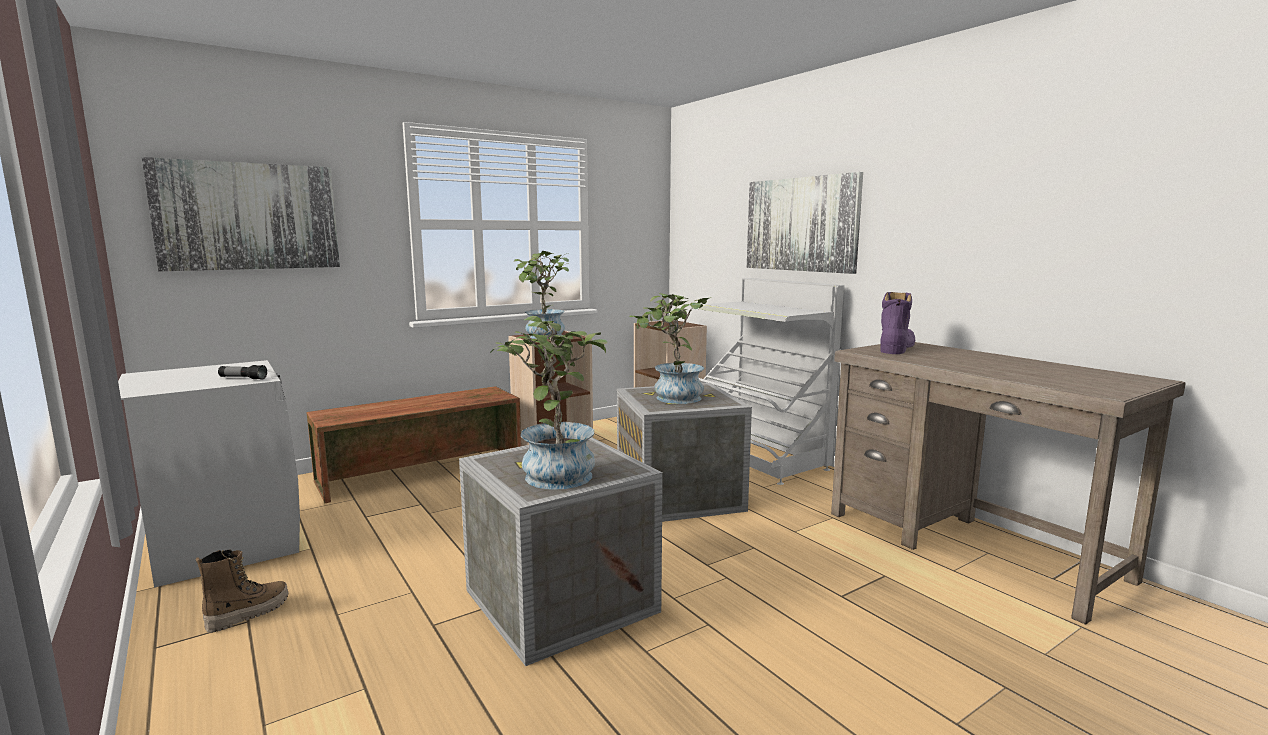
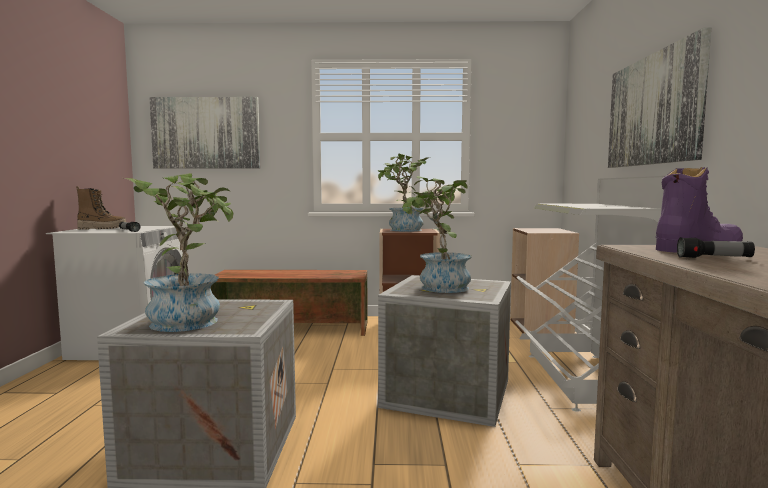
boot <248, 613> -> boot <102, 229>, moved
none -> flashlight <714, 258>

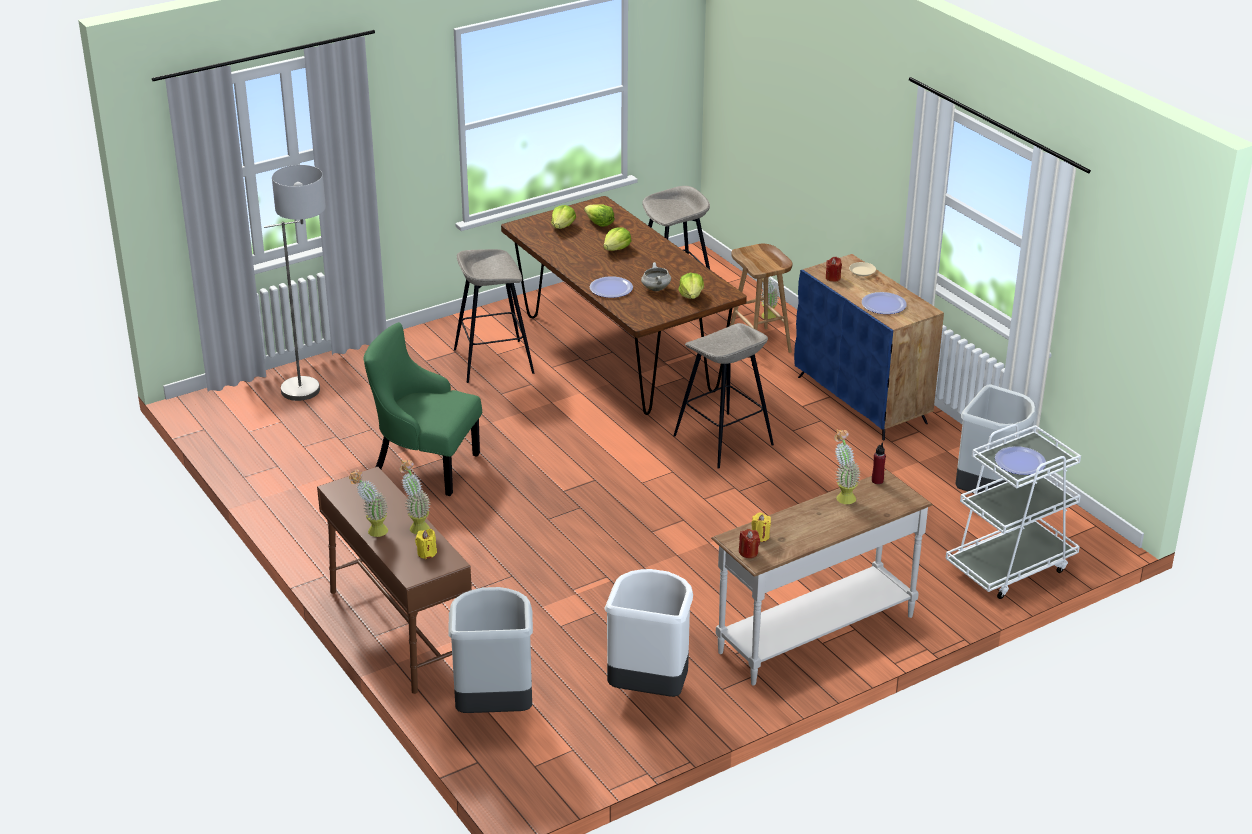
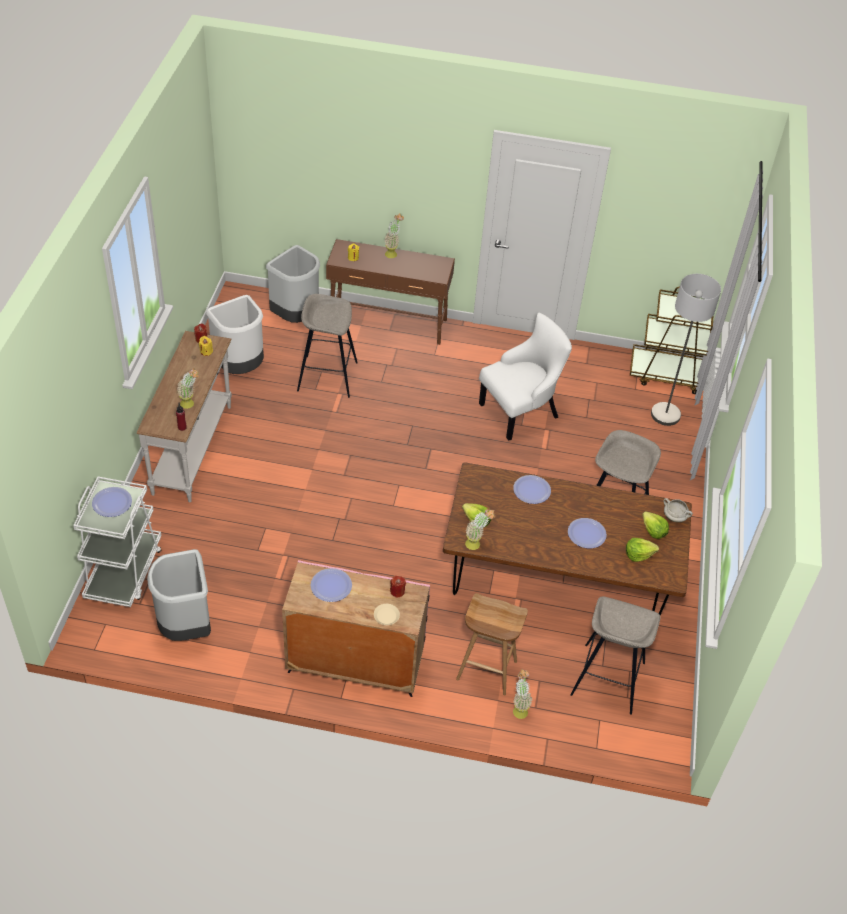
blue-coloured cabinet <862, 400> -> pinkish cabinet <354, 663>
grey sitting stool <723, 440> -> grey sitting stool <327, 376>, moved
houseplant <416, 526> -> houseplant <476, 544>, moved
green chair <427, 468> -> white-coloured chair <518, 413>
head of lettuce <616, 249> -> dinner plate <586, 534>
none -> brown-coloured cart <668, 374>
white-coloured stockpot <655, 288> -> white-coloured stockpot <675, 517>, moved

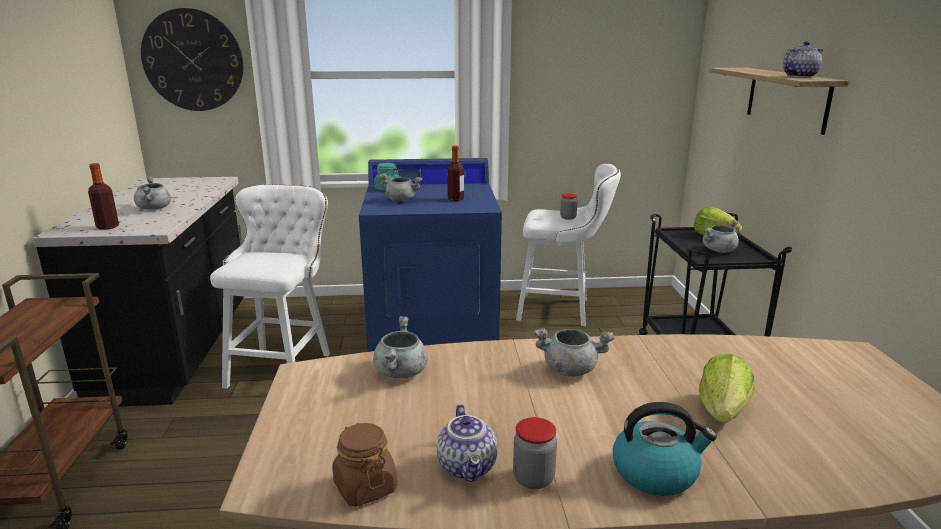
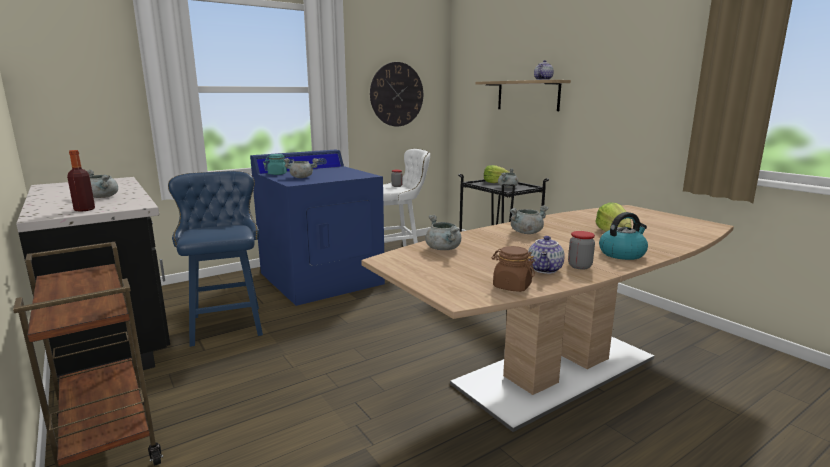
white-coloured sitting stool <284, 363> -> blue-coloured sitting stool <227, 320>
wall clock <193, 60> -> wall clock <396, 94>, moved
tea pot <468, 467> -> tea pot <545, 270>, 60 degrees clockwise
bottle <455, 199> -> none

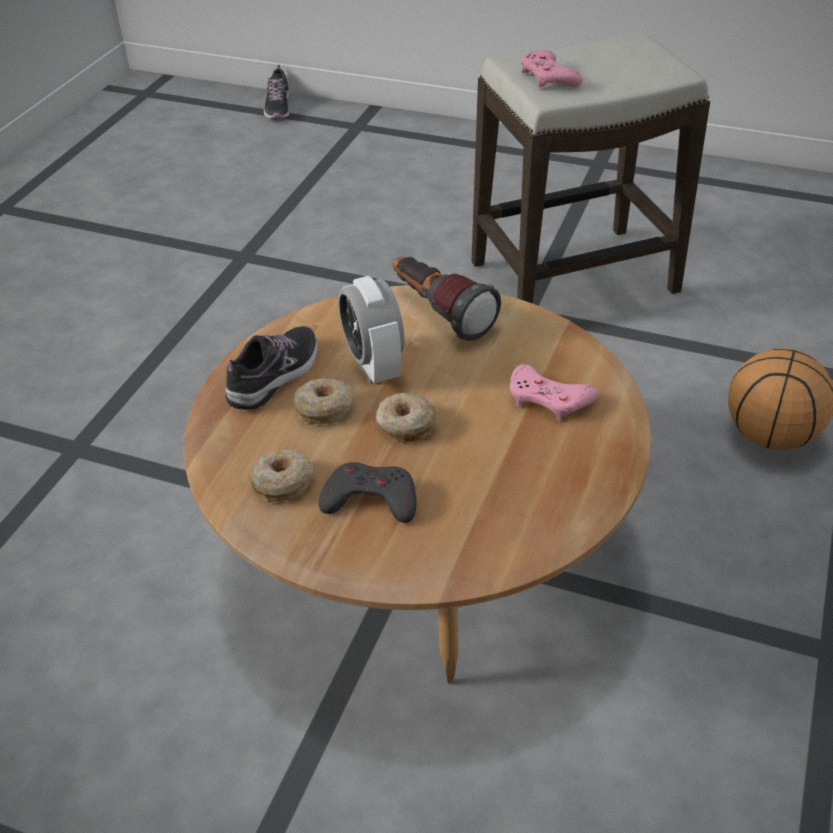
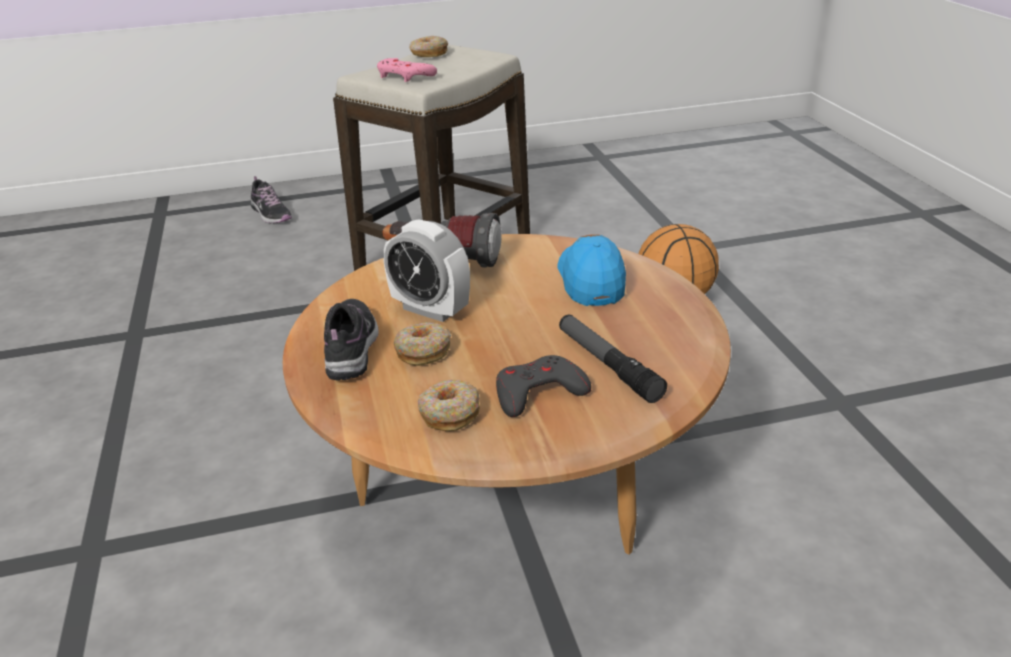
shoe <278, 107> -> shoe <271, 214>, moved
ring doughnut <405, 425> -> ring doughnut <428, 54>, moved
pinkish game controller <548, 398> -> blue-coloured baseball cap <591, 280>
none -> flashlight <608, 365>

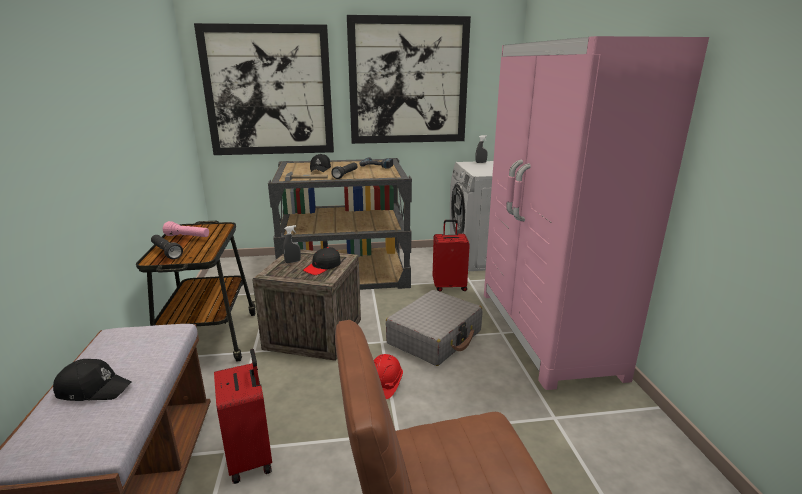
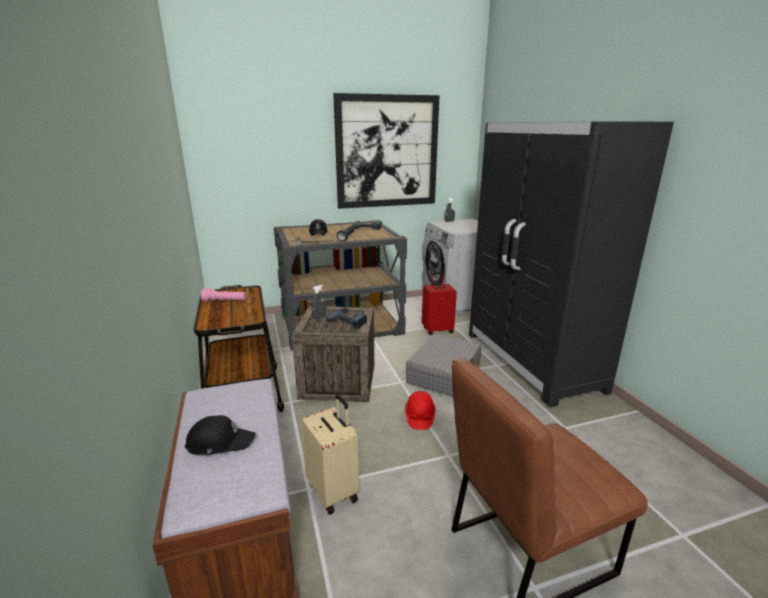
red-coloured travel case <251, 458> -> sand-coloured travel case <334, 491>
black-coloured baseball cap <322, 267> -> electric drill <349, 320>
pinkish cabinet <544, 332> -> black-coloured cabinet <530, 361>
black-coloured flashlight <166, 252> -> none
wall picture <269, 91> -> none

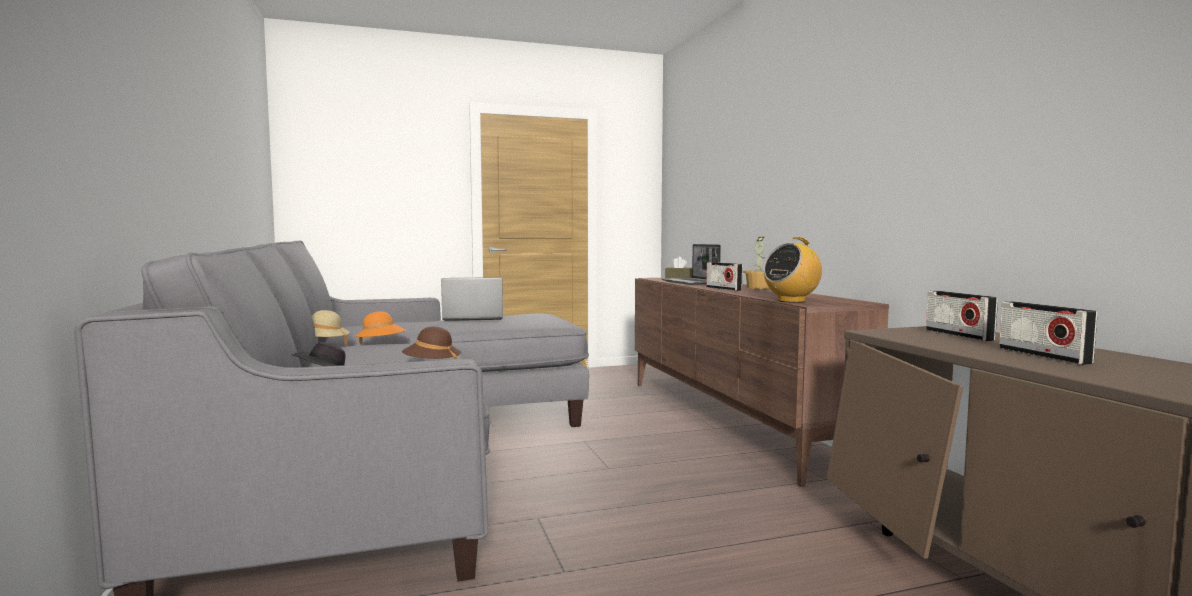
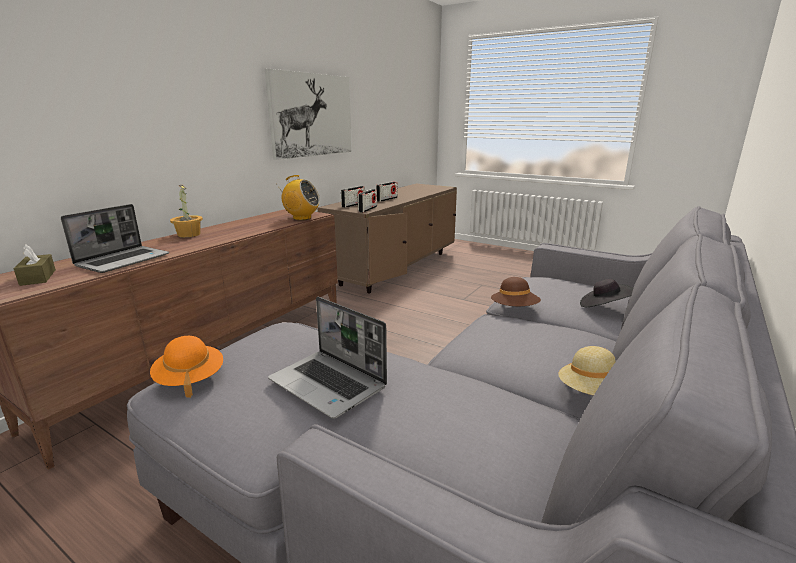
orange clothing hat <381, 345> -> orange clothing hat <190, 379>, moved
none -> wall picture <312, 115>
radio <723, 289> -> radio <368, 209>, moved

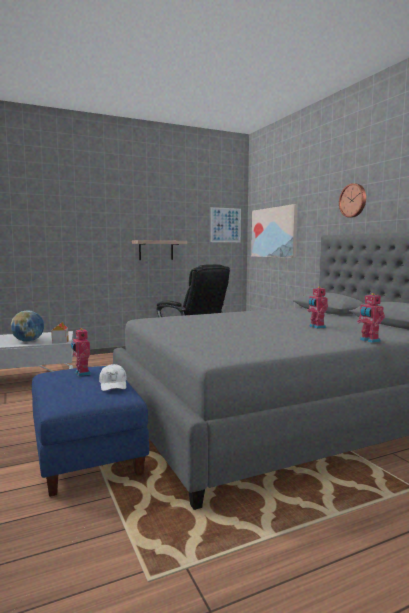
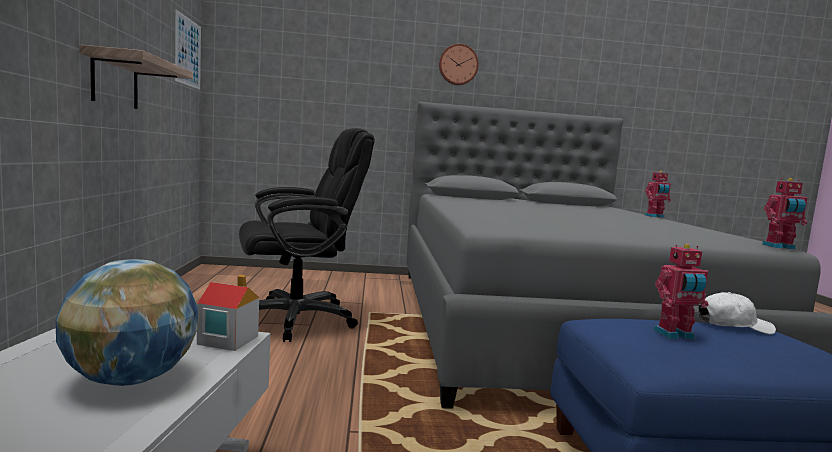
robot figure <316, 327> -> robot figure <779, 247>, moved
wall picture <274, 232> -> none

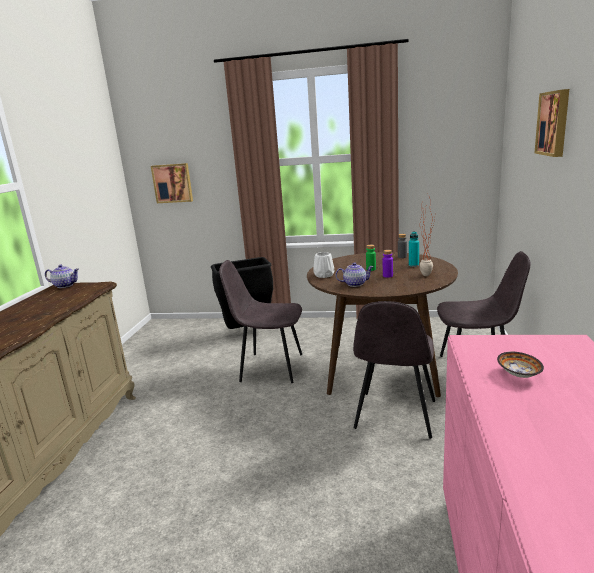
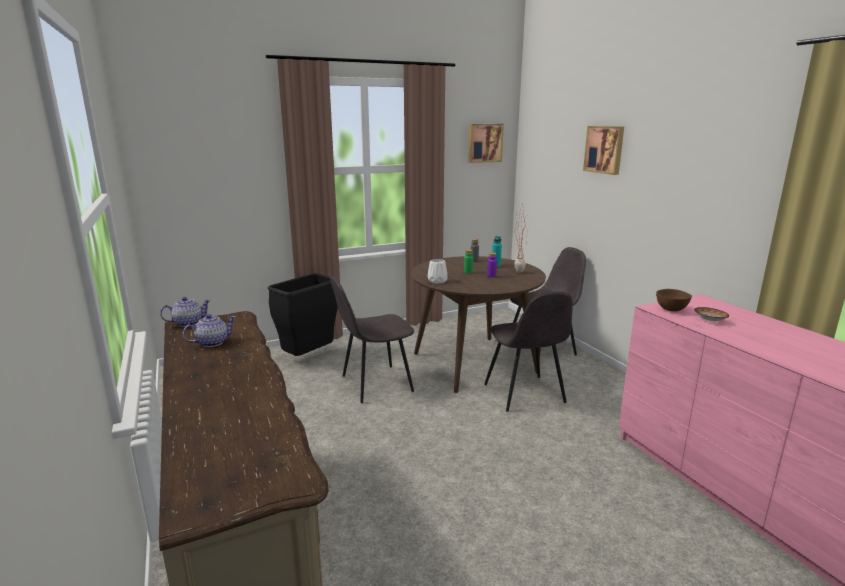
tea pot <354, 284> -> tea pot <212, 342>, moved
wall picture <172, 183> -> wall picture <484, 143>, moved
none -> brown-coloured serving bowl <671, 310>

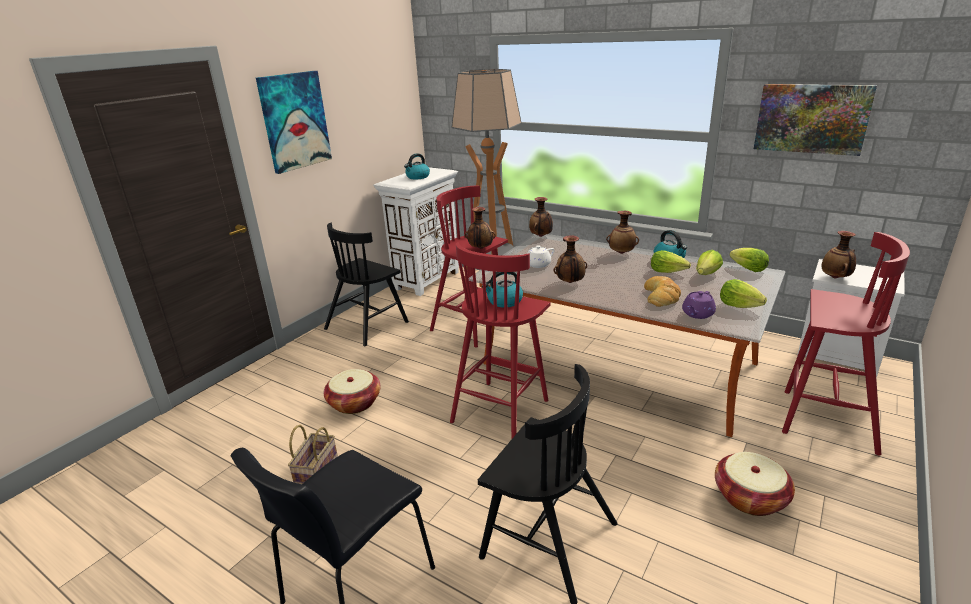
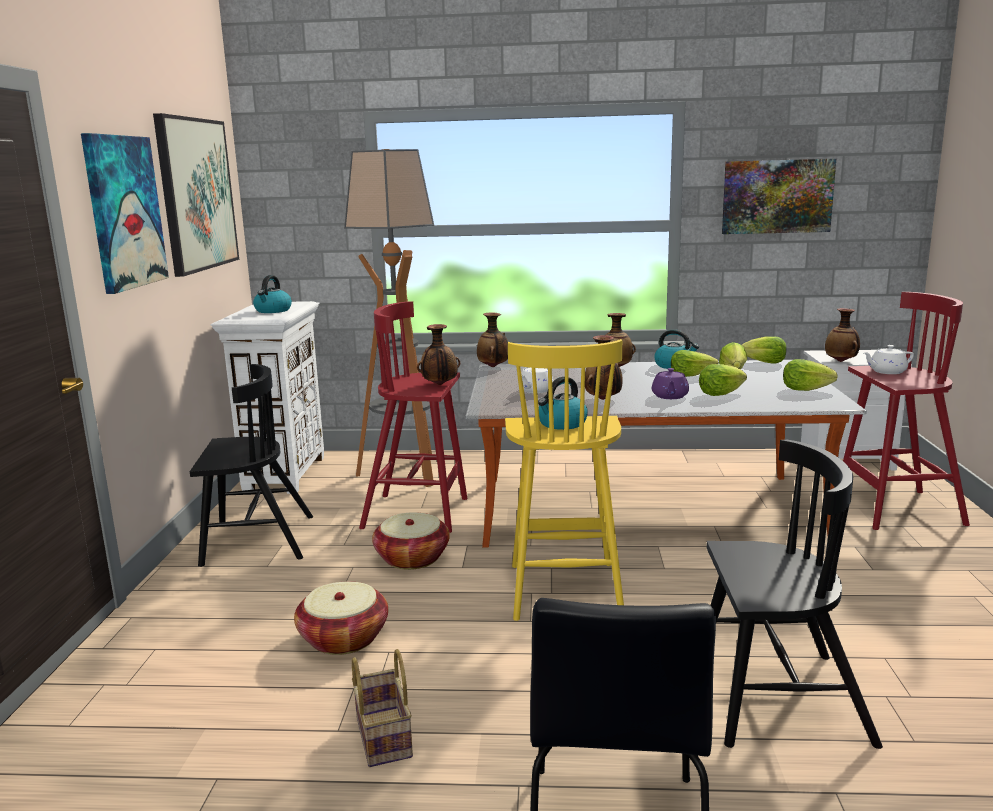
none -> wall picture <196, 194>
black-coloured chair <369, 323> -> black-coloured chair <251, 540>, 105 degrees counterclockwise
basket <750, 498> -> basket <412, 558>, moved
red-coloured sitting stool <501, 408> -> yellow sitting stool <564, 587>
purplish tea pot <697, 314> -> purplish tea pot <669, 396>, moved
baked bread <662, 295> -> head of lettuce <720, 394>
none -> white-coloured tea pot <886, 372>

